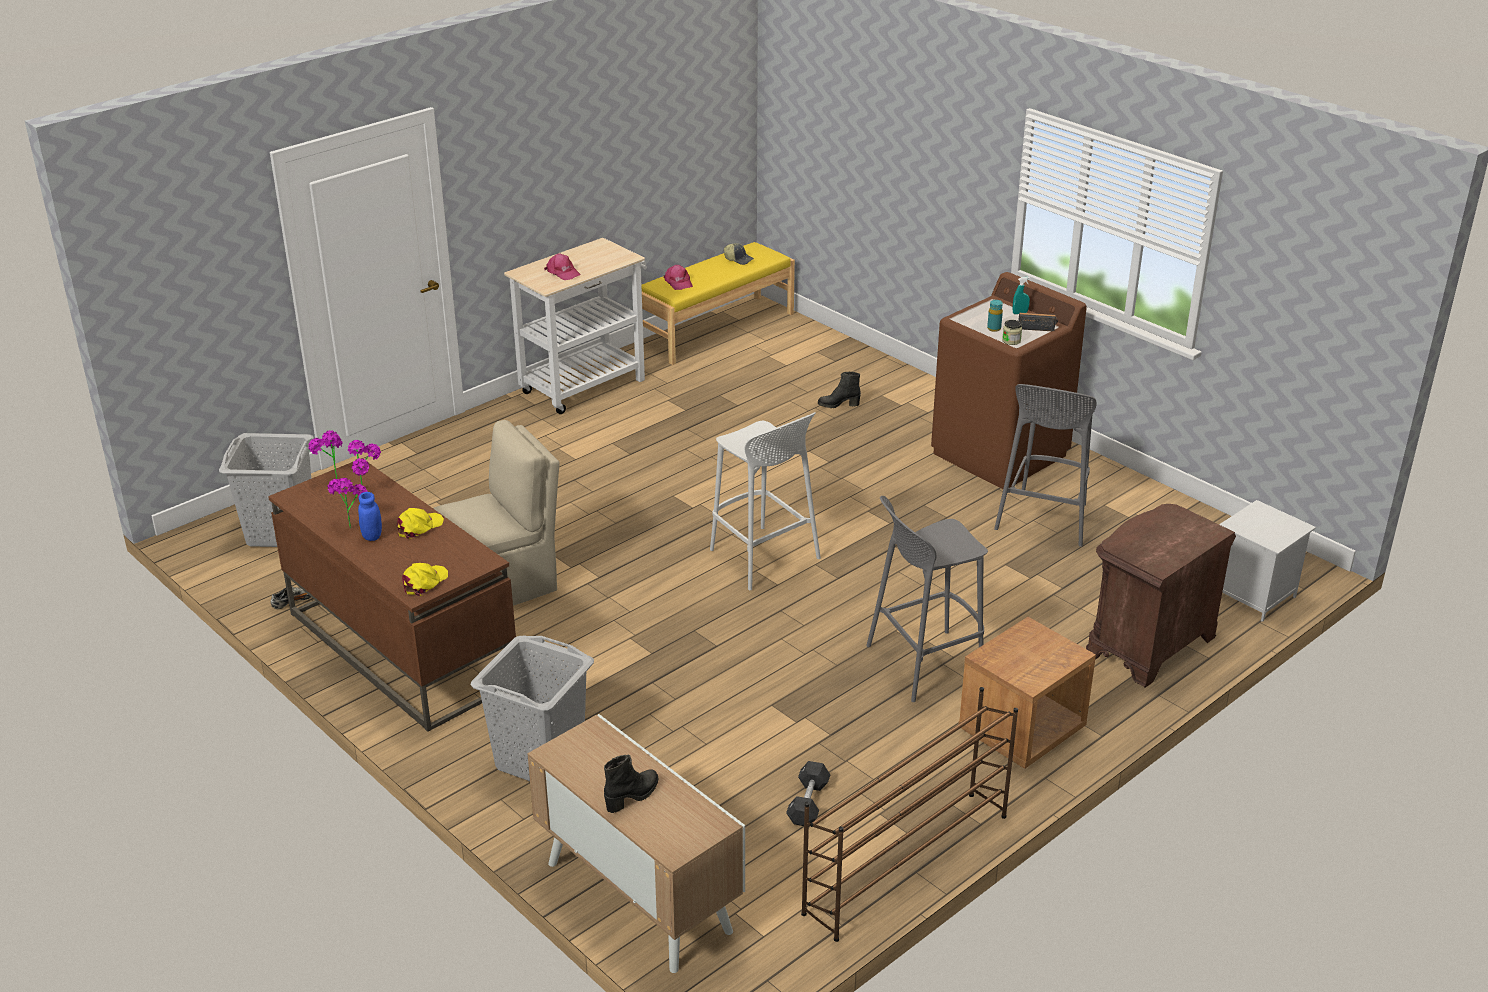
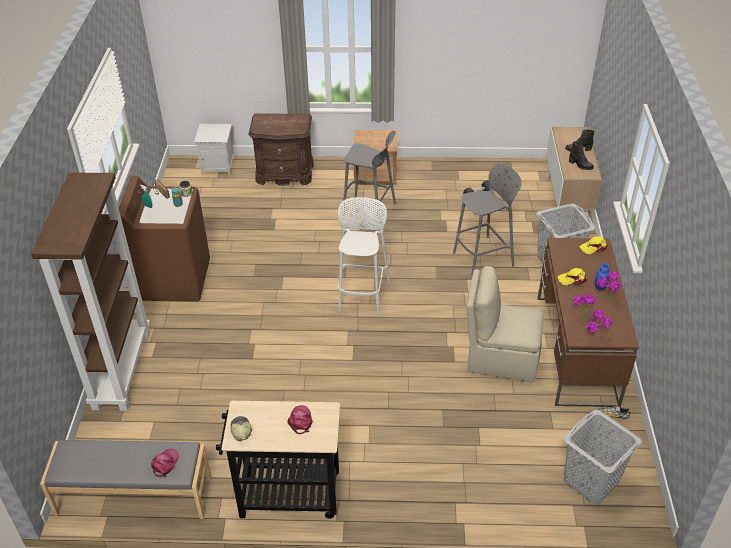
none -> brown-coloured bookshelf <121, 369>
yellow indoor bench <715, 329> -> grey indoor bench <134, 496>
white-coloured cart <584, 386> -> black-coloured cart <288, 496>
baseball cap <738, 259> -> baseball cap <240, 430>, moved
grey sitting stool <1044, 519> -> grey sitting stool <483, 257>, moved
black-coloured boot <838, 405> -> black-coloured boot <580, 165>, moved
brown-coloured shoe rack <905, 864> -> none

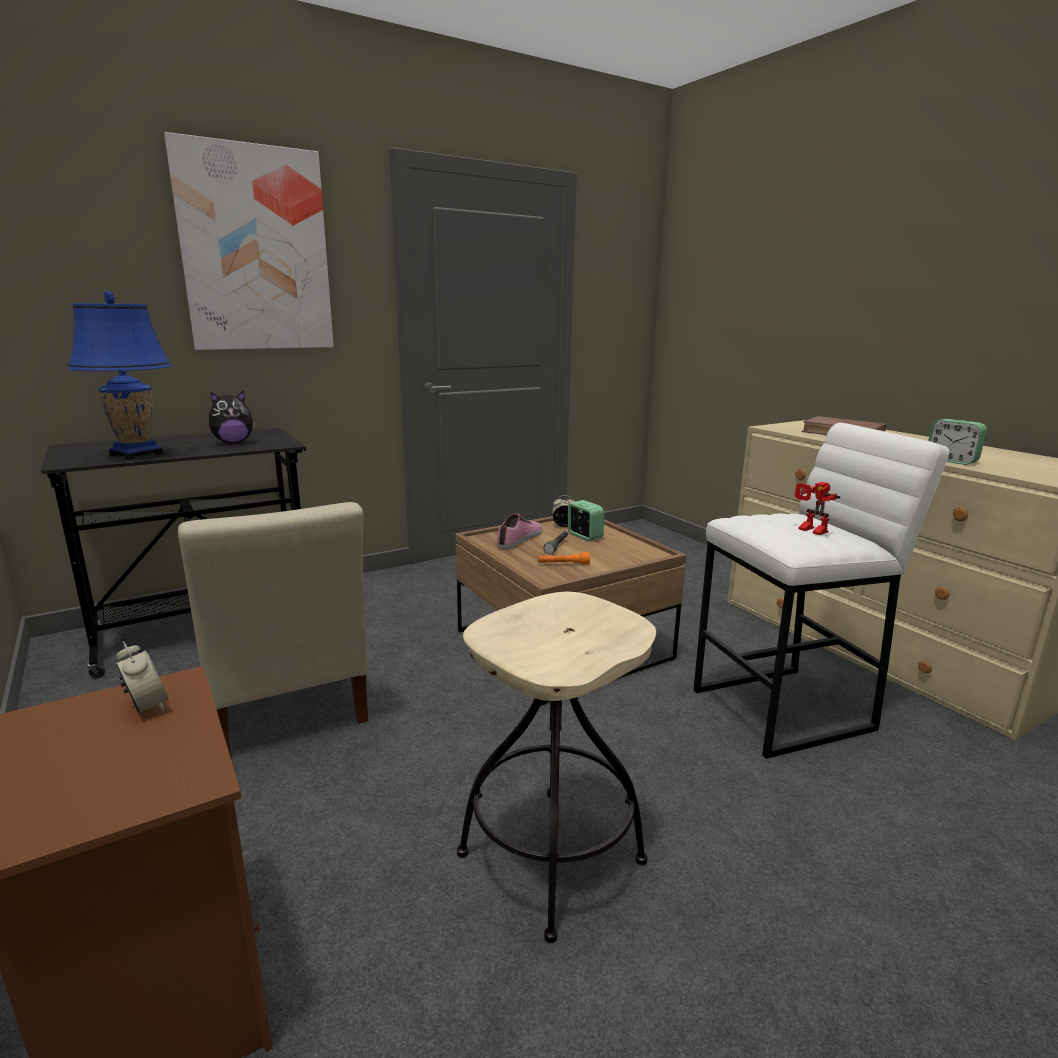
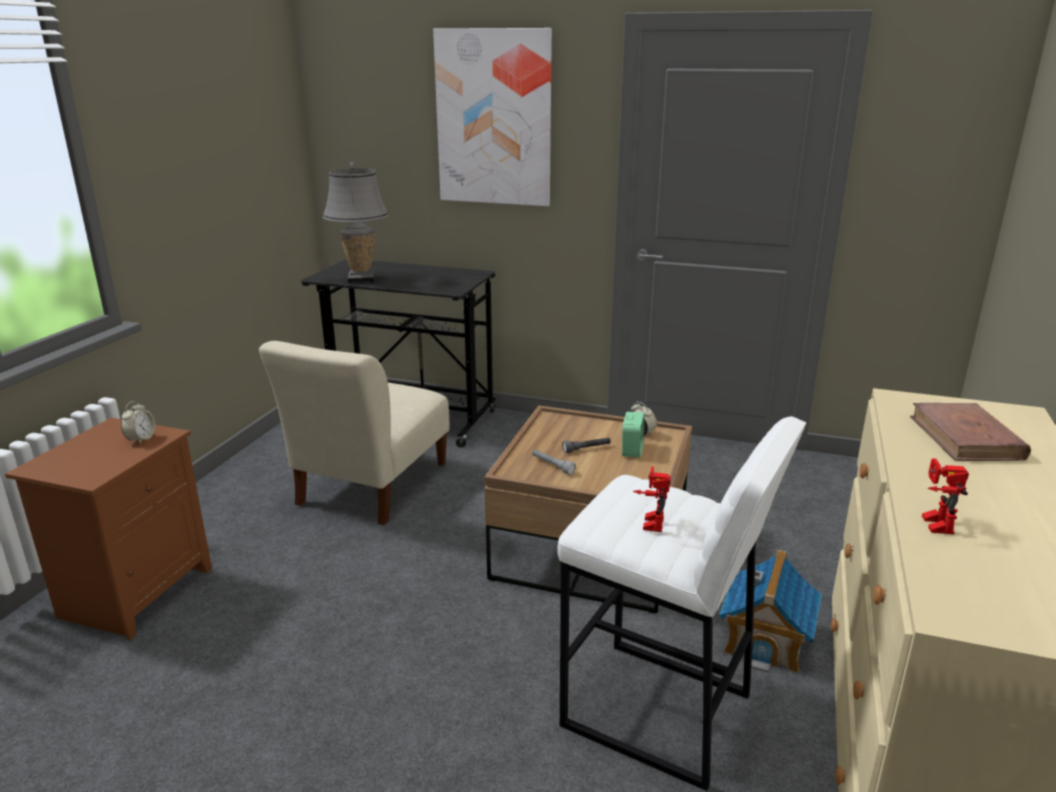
blue-coloured lamp for a table <136, 455> -> grey lamp for a table <361, 279>
orange flashlight <563, 564> -> grey flashlight <552, 466>
none -> toy house <766, 640>
alarm clock <951, 461> -> robot figure <931, 523>
soft toy <233, 442> -> none
sand-coloured sitting stool <552, 856> -> none
shoe <520, 539> -> none

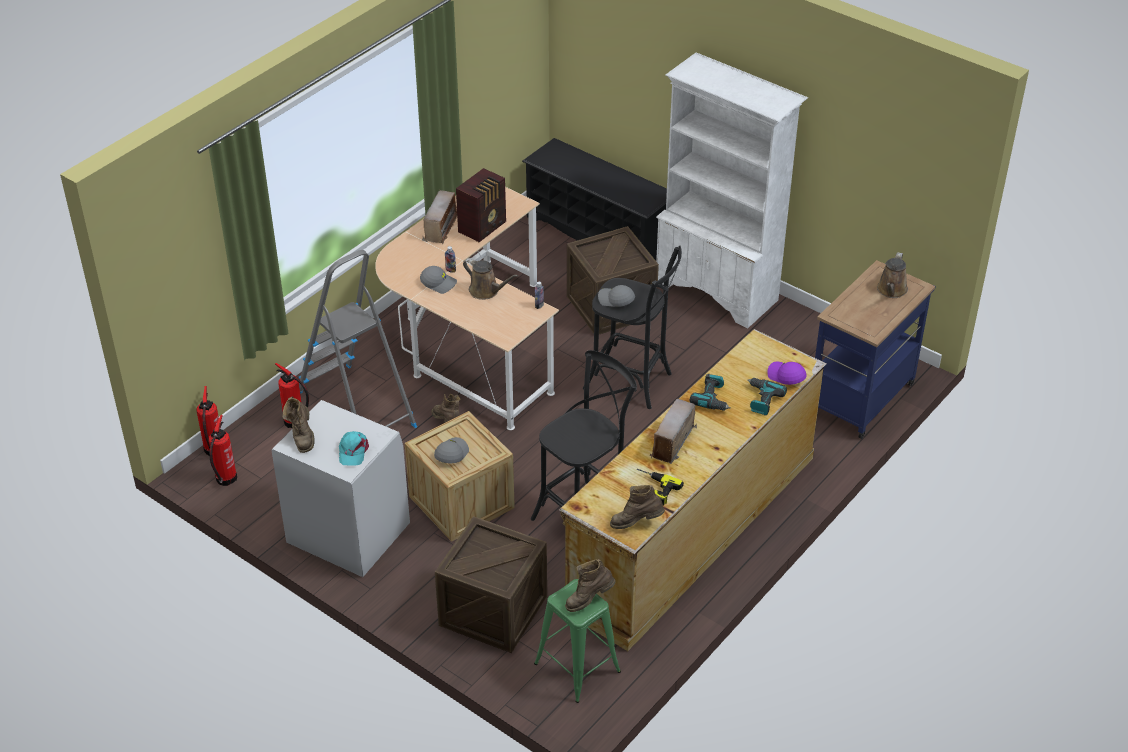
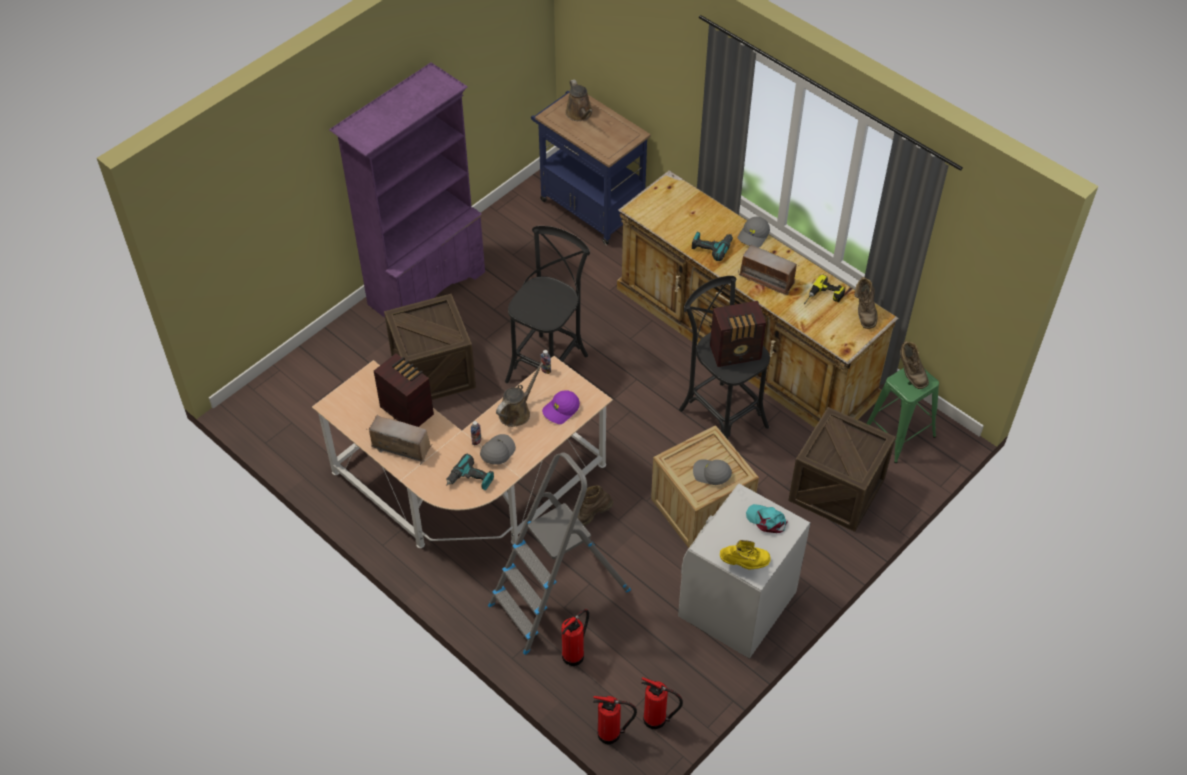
white-coloured bookshelf <717, 291> -> purplish bookshelf <426, 287>
electric drill <761, 400> -> electric drill <470, 479>, moved
purplish baseball cap <785, 376> -> purplish baseball cap <561, 410>, moved
brown-coloured sprinkling can <891, 291> -> brown-coloured sprinkling can <580, 114>, 45 degrees clockwise
none -> radio <736, 353>
brown-coloured boot <302, 436> -> yellow boot <744, 564>
grey baseball cap <615, 300> -> grey baseball cap <754, 236>, moved
turquoise baseball cap <353, 451> -> turquoise baseball cap <766, 520>, 150 degrees counterclockwise
black-coloured shoe rack <598, 233> -> none

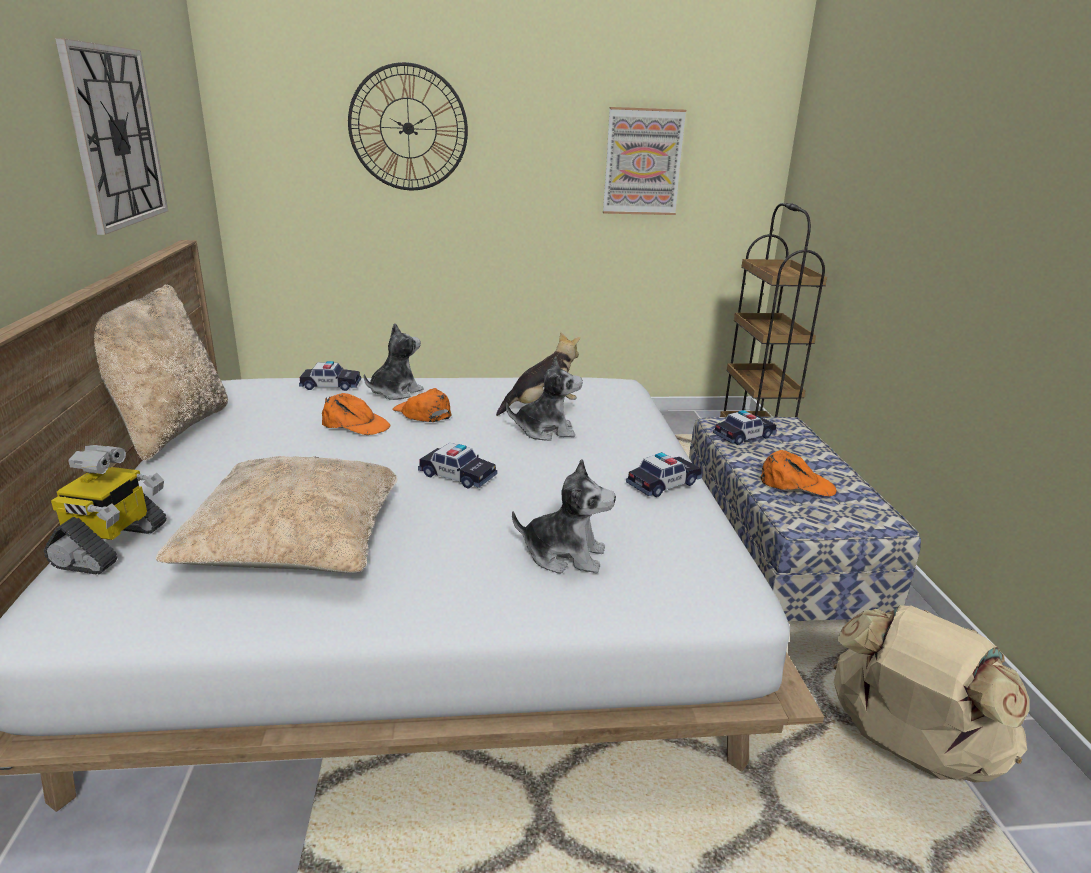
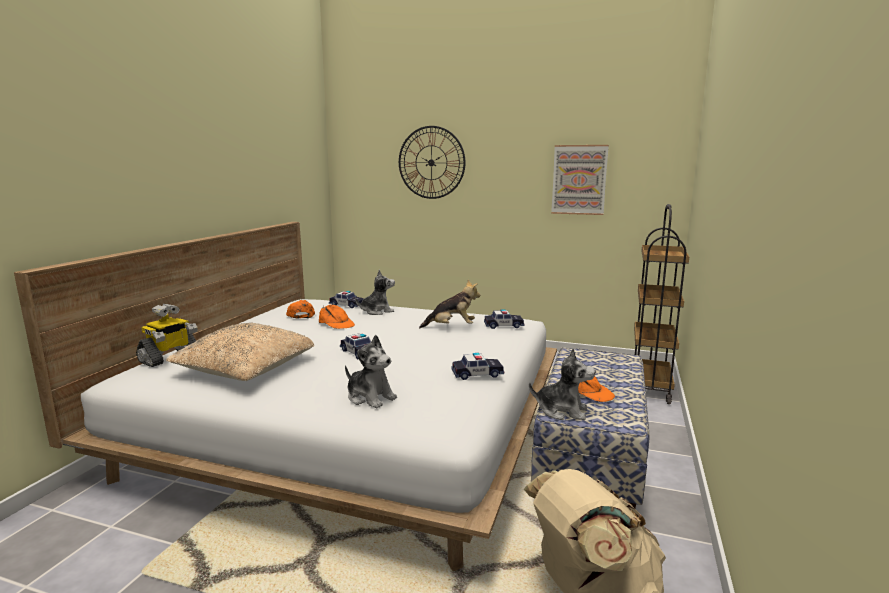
orange baseball cap <422, 413> -> orange baseball cap <300, 314>, moved
miniature car <744, 436> -> miniature car <503, 325>, moved
soft toy <545, 431> -> soft toy <562, 411>, moved
wall clock <116, 137> -> none
sand-coloured pillow <172, 431> -> none

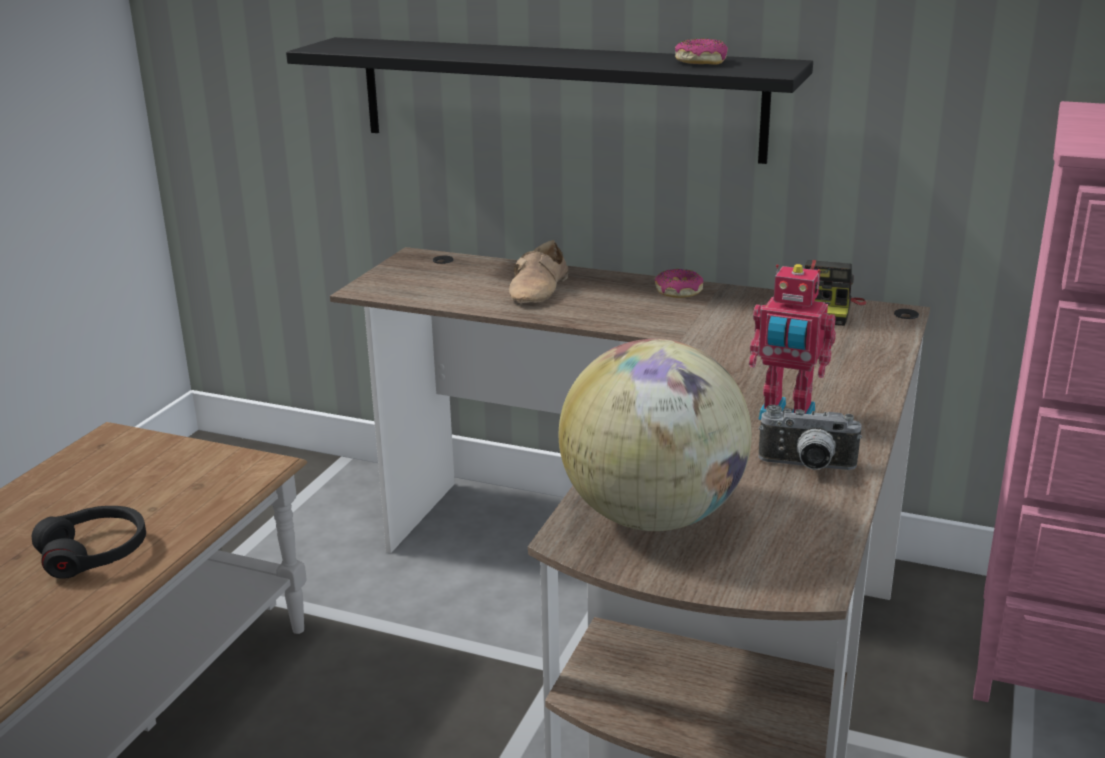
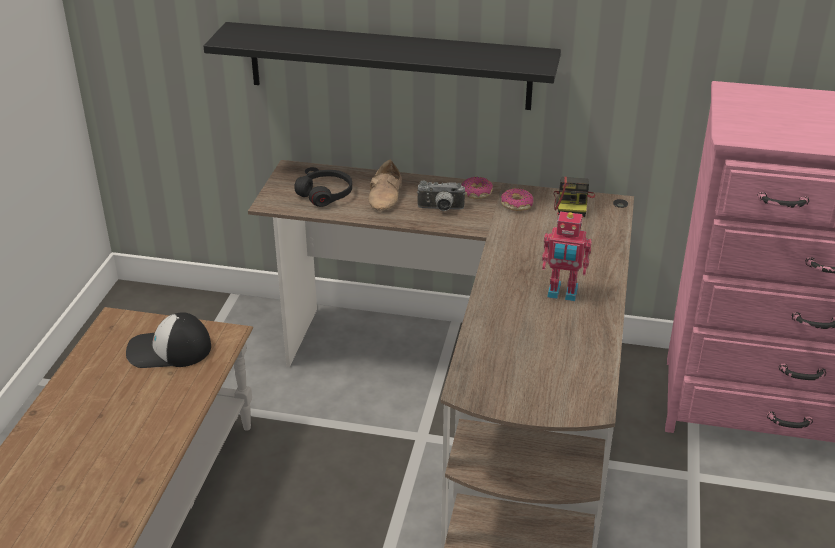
none -> baseball cap <168, 350>
black-coloured headphones <94, 553> -> black-coloured headphones <325, 194>, moved
still camera <807, 467> -> still camera <440, 209>, moved
ring doughnut <701, 62> -> ring doughnut <516, 204>, moved
desk globe <653, 516> -> none

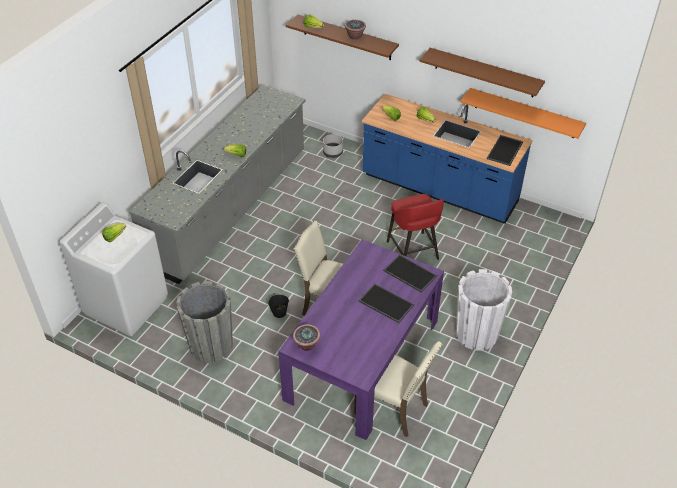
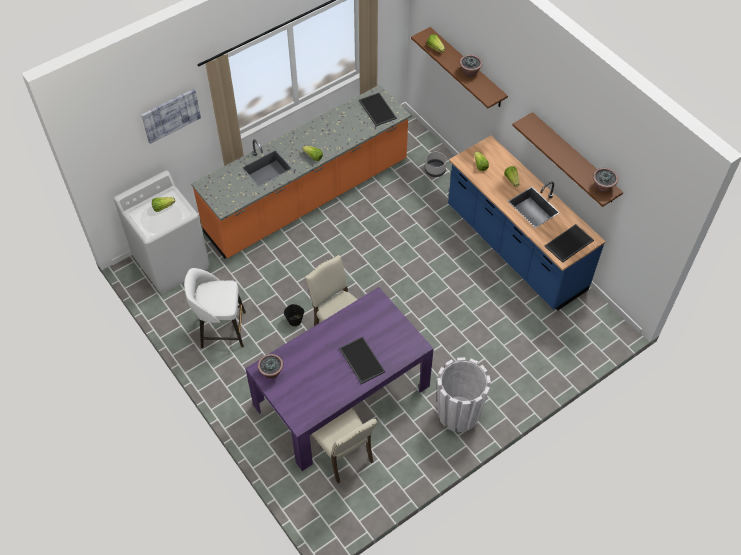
none -> wall picture <171, 115>
grey plant pot <211, 346> -> white-coloured sitting stool <221, 329>
grey counter <230, 208> -> orange counter <308, 198>
tray <409, 274> -> tray <376, 109>, moved
none -> houseplant <602, 187>
red-coloured sitting stool <413, 251> -> none
orange shelf <525, 113> -> none

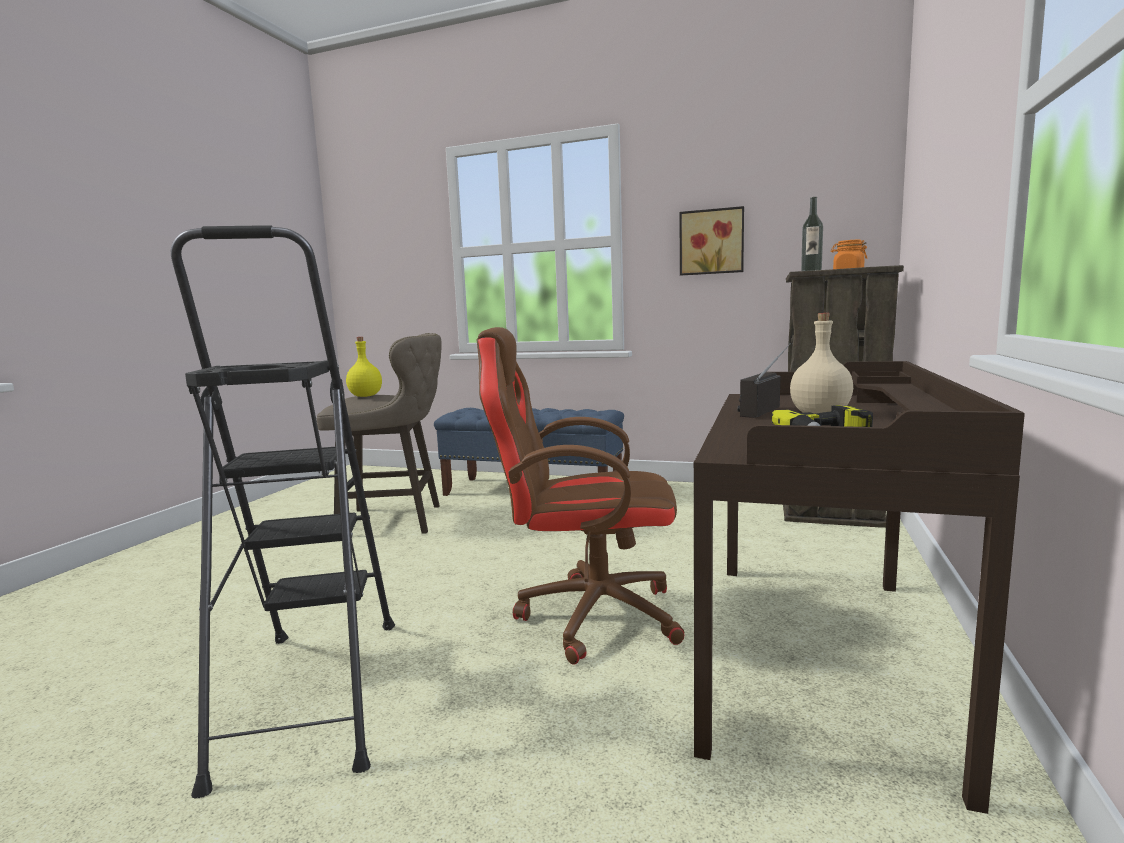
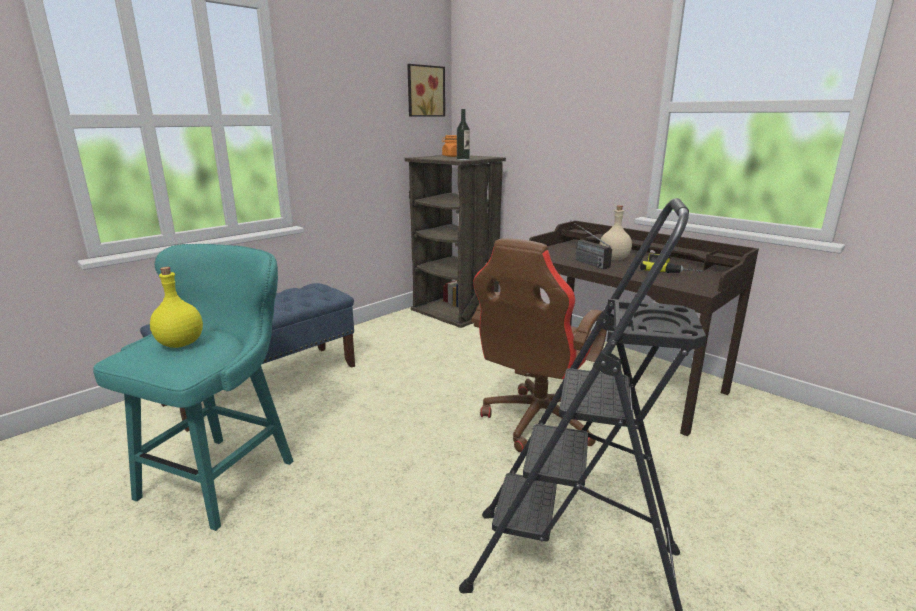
sand-coloured sitting stool <396, 520> -> turquoise sitting stool <223, 475>
wall picture <711, 242> -> wall picture <424, 91>, moved

